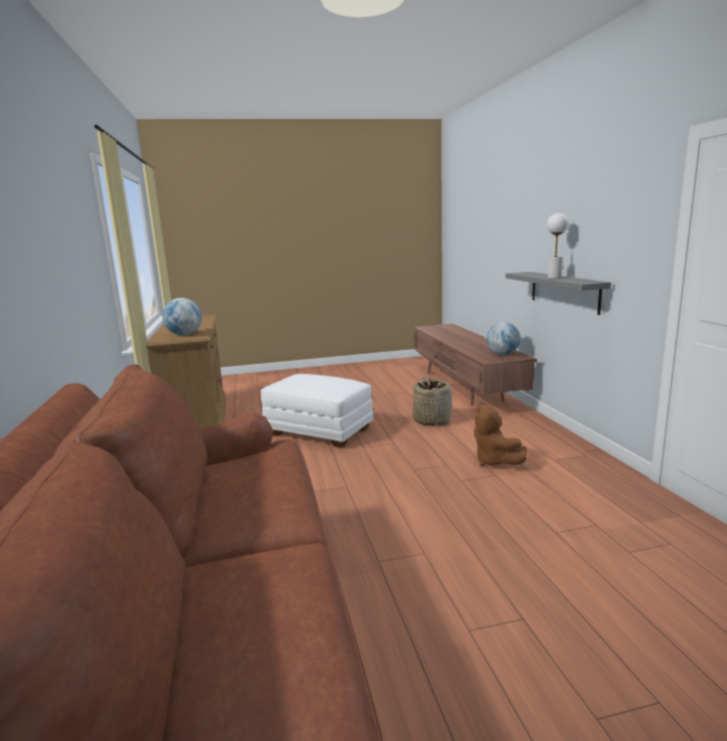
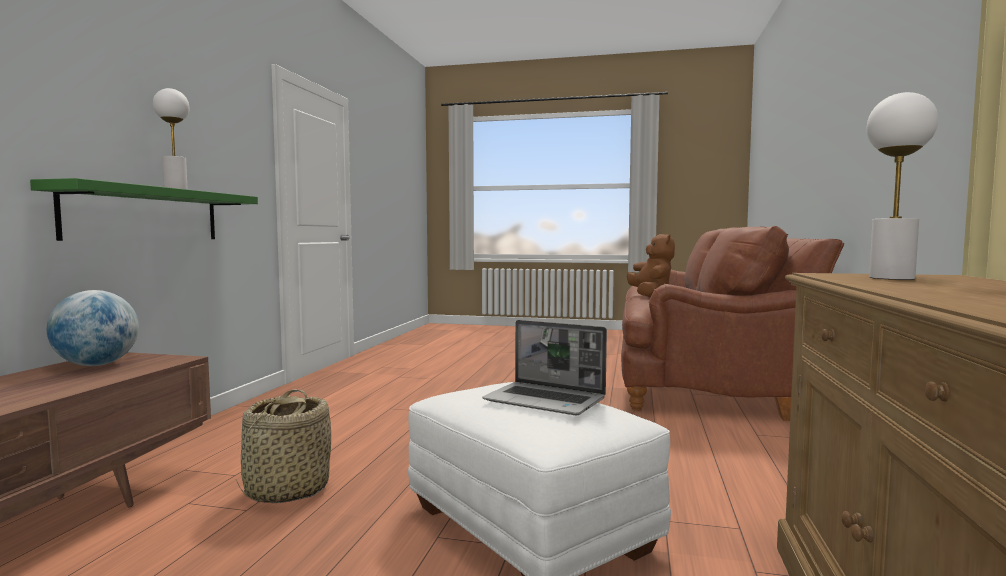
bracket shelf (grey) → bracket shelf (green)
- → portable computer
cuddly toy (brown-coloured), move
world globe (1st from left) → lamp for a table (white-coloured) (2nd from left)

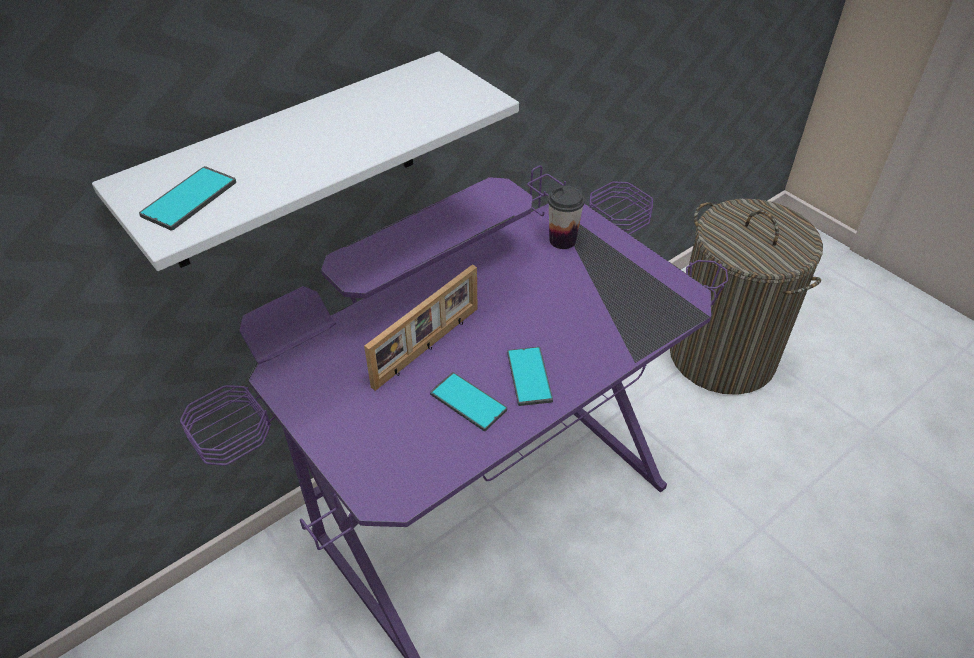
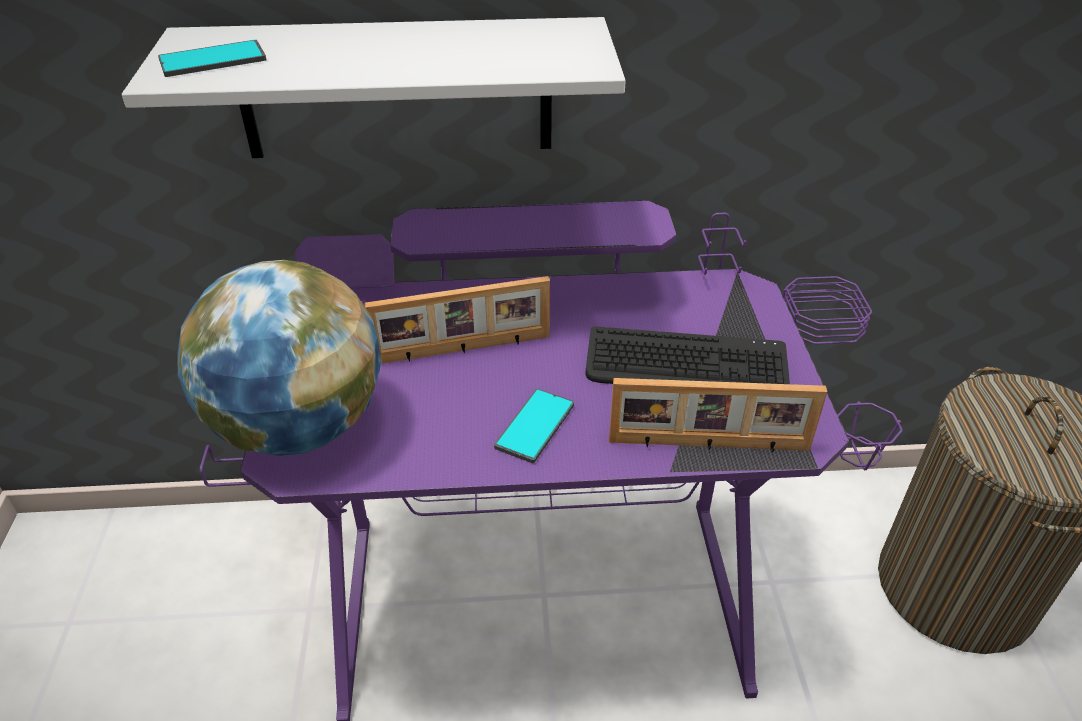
- → world globe
- → computer keyboard
- → picture frame (2nd from left)
telephone (2nd from left) → -
cup → -

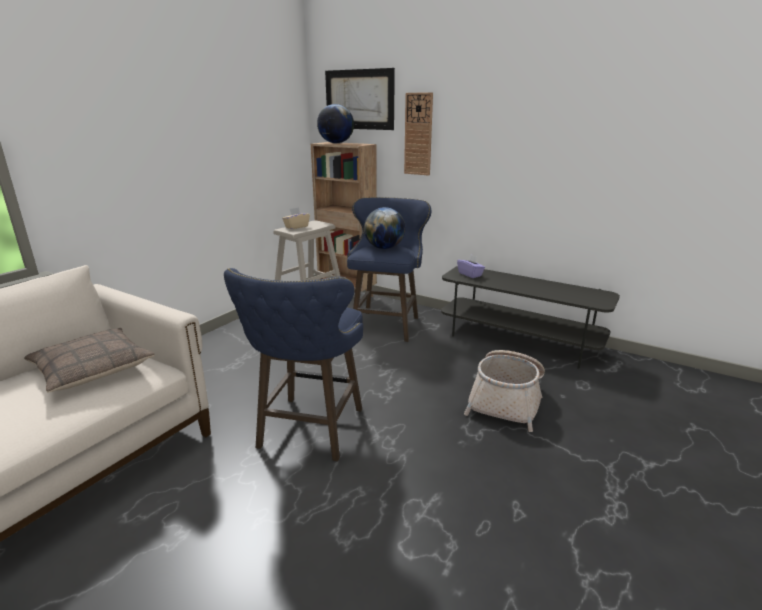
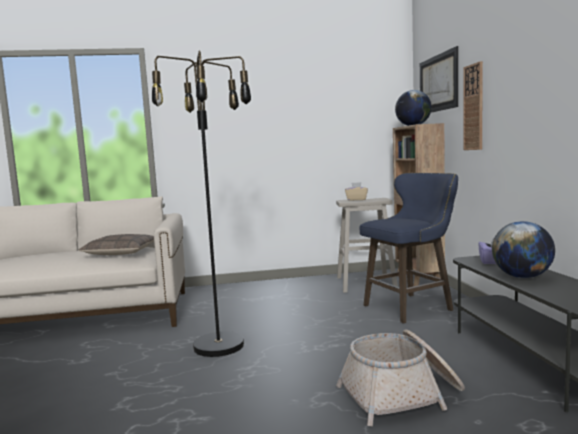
sitting stool (blue-coloured) (1st from left) → standard lamp
world globe (2nd from left), move

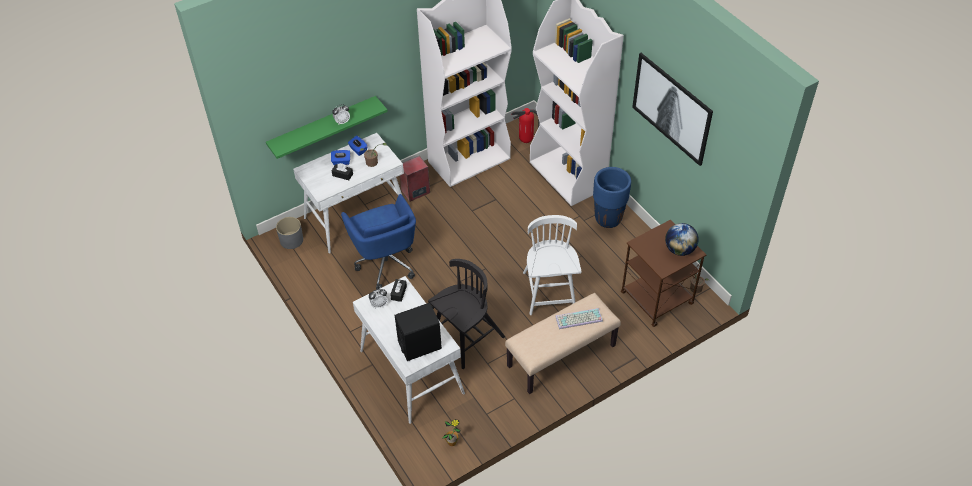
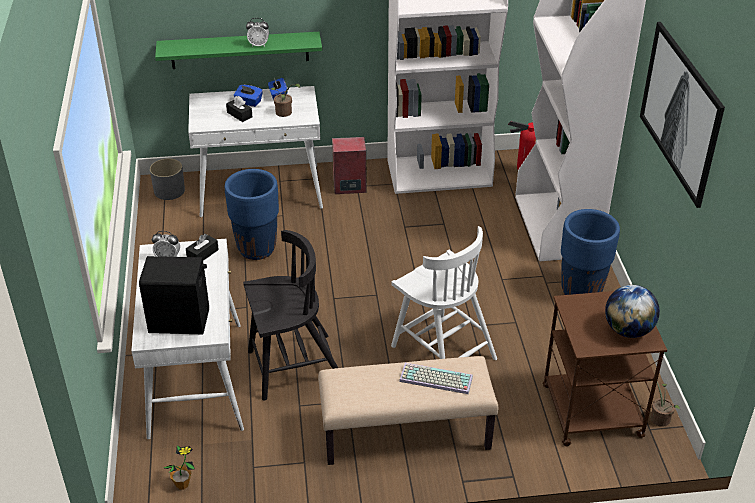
computer chair (blue-coloured) → planter (blue-coloured) (1st from left)
plain chair (white-coloured), 120 degrees clockwise

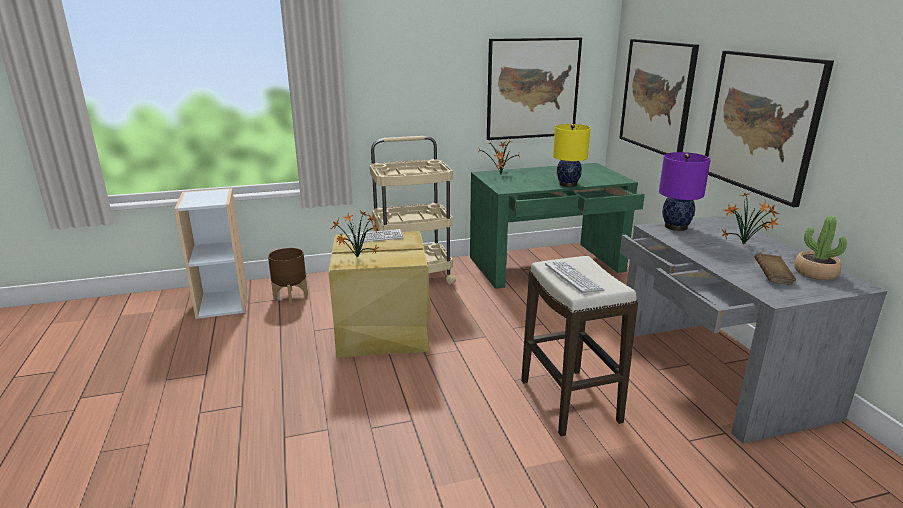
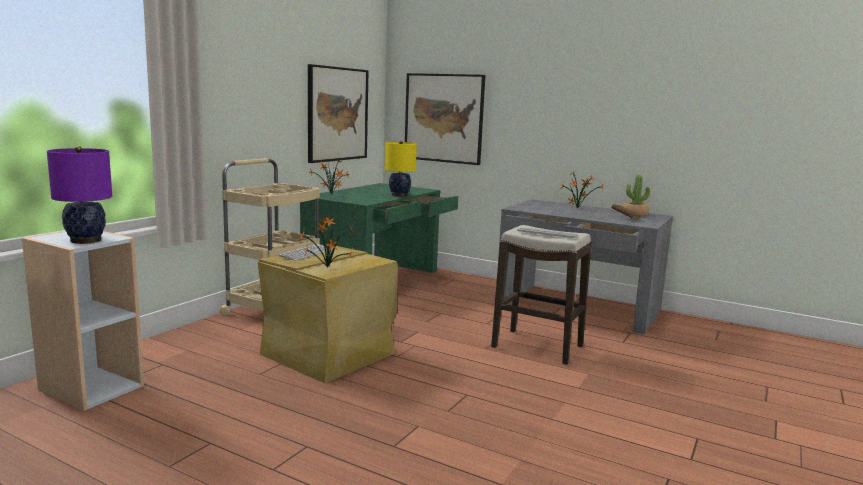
lamp for a table (purple-coloured), move
planter (brown-coloured) → -
wall art (3rd from left) → -

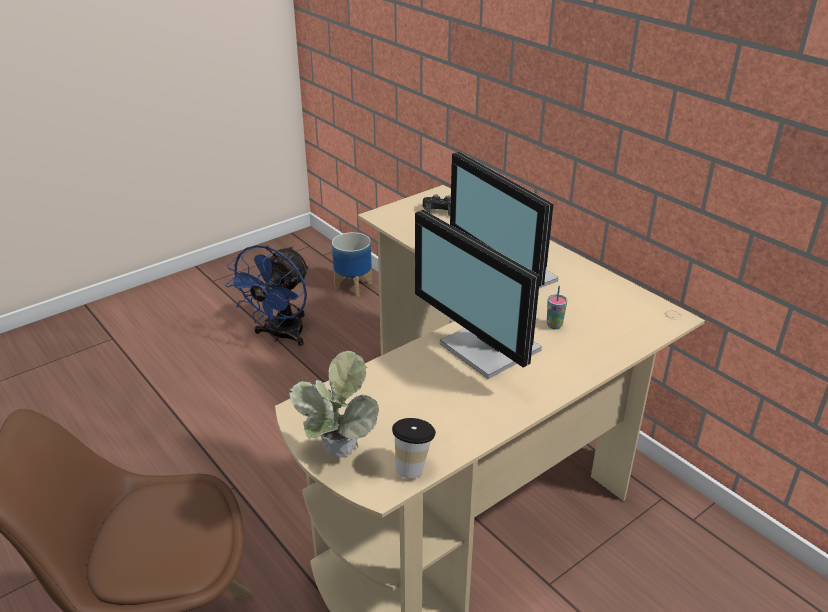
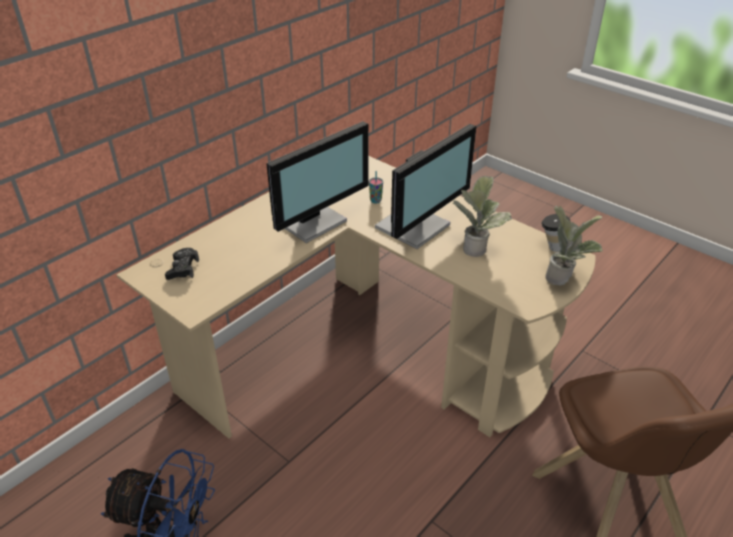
- → potted plant (1st from left)
planter → -

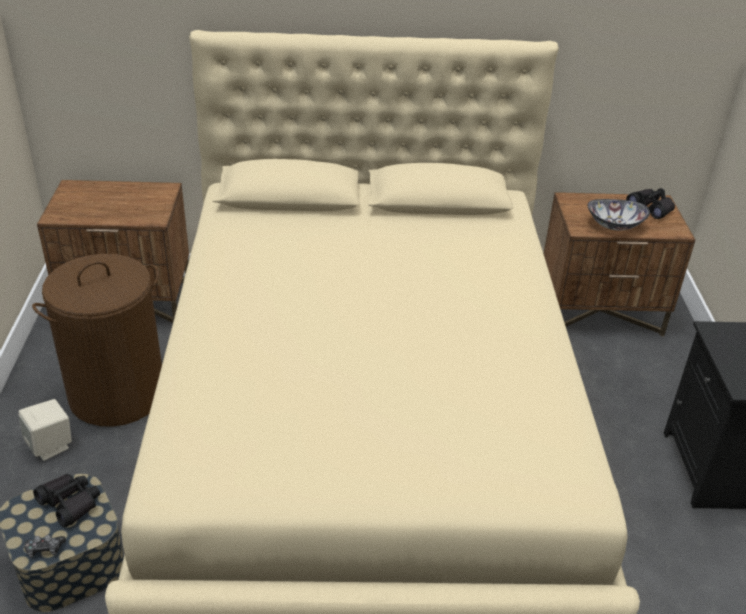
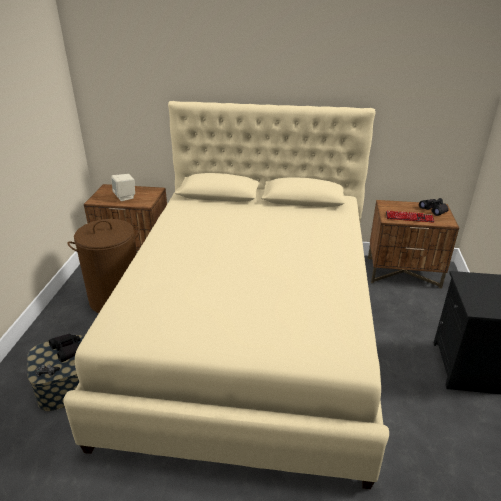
loudspeaker (beige-coloured), move
bowl → computer keyboard

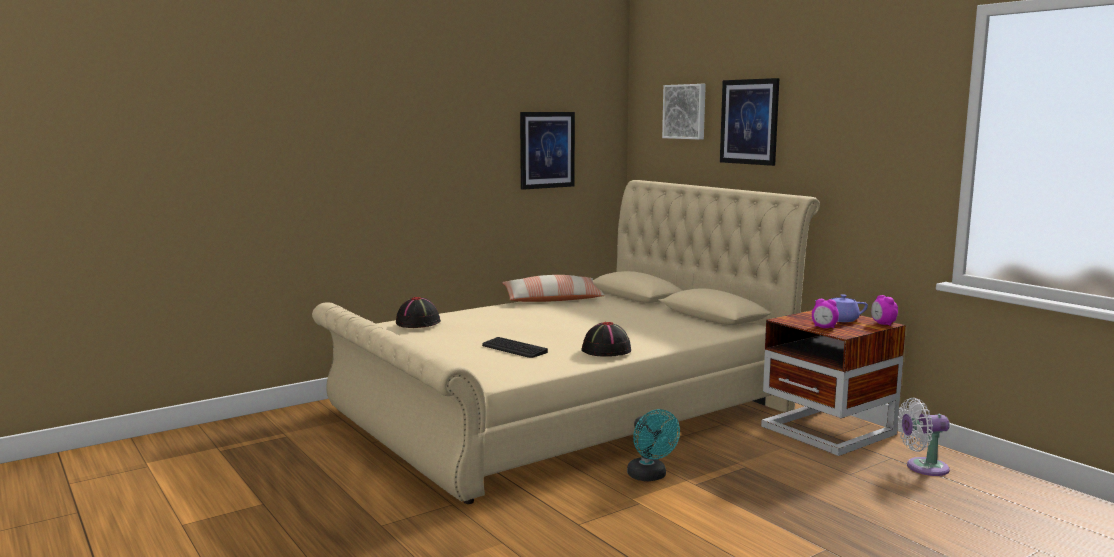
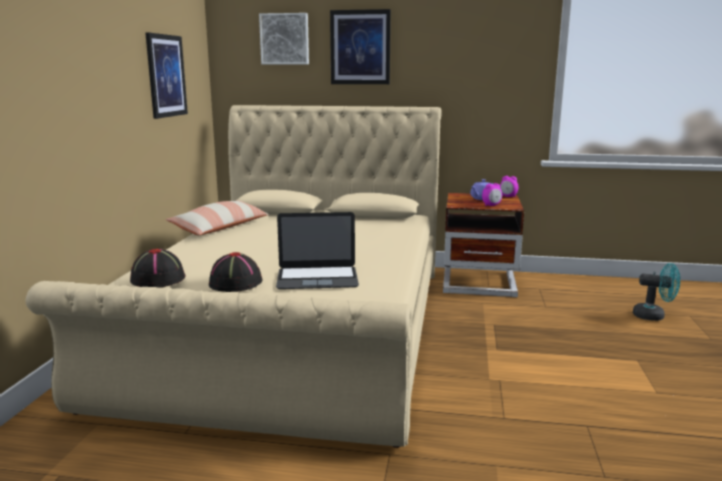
hat (black) (2nd from left), move
computer keyboard → portable computer
cooling fan (turquoise-coloured), move
cooling fan (white-coloured) → -

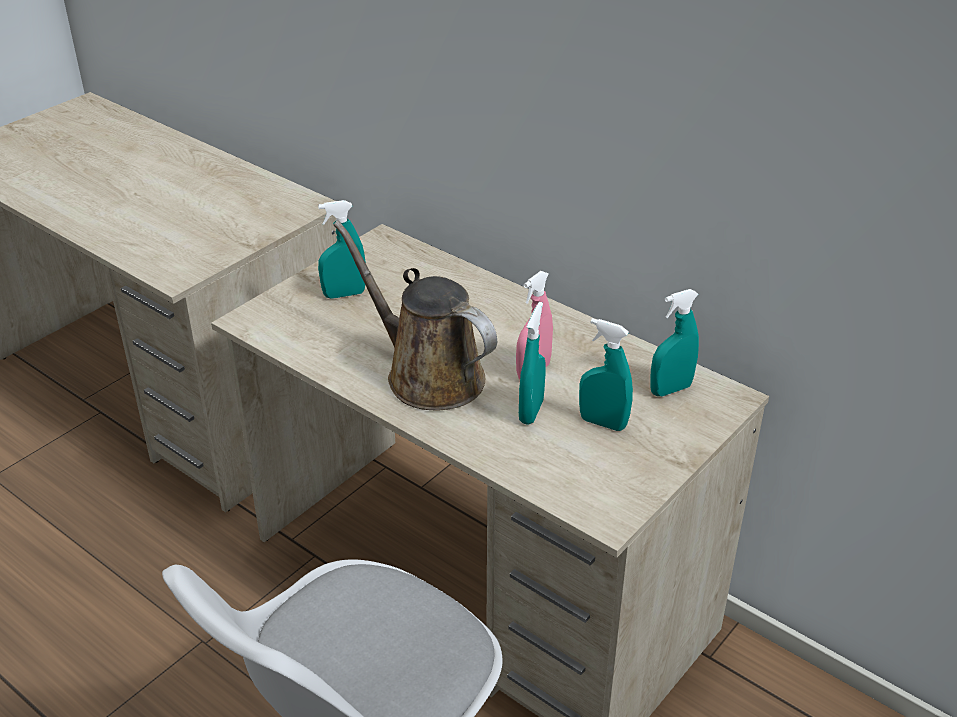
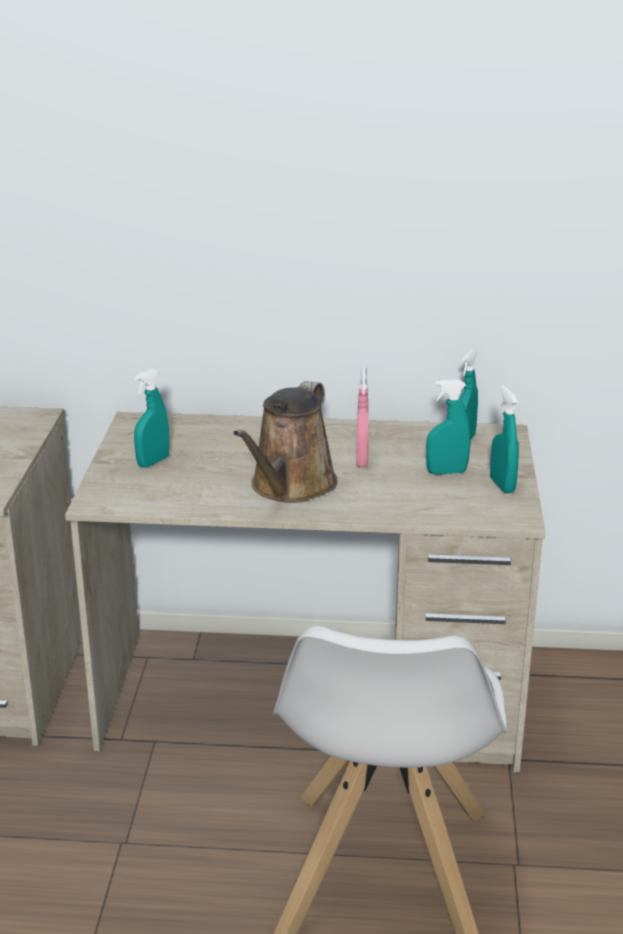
sprinkling can (brown-coloured), 75 degrees counterclockwise
spray bottle (turquoise-coloured) (2nd from left in the first image) → spray bottle (turquoise-coloured) (4th from left), move

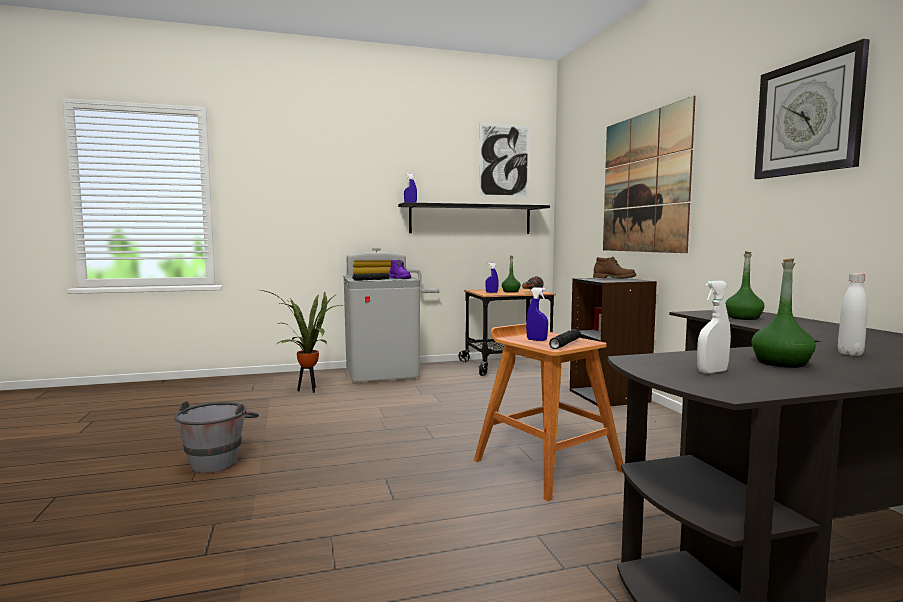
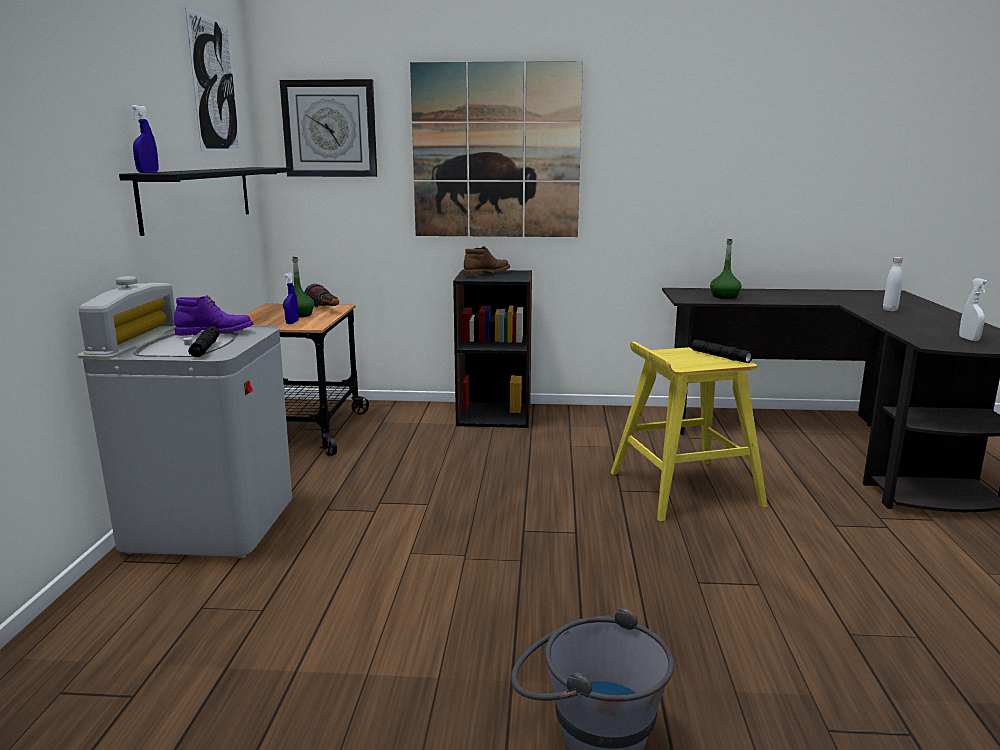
wall clock, move
sitting stool (brown-coloured) → sitting stool (yellow-coloured)
potted plant → -
spray bottle (blue-coloured) (3rd from left) → -
bottle (green) (3rd from left) → -

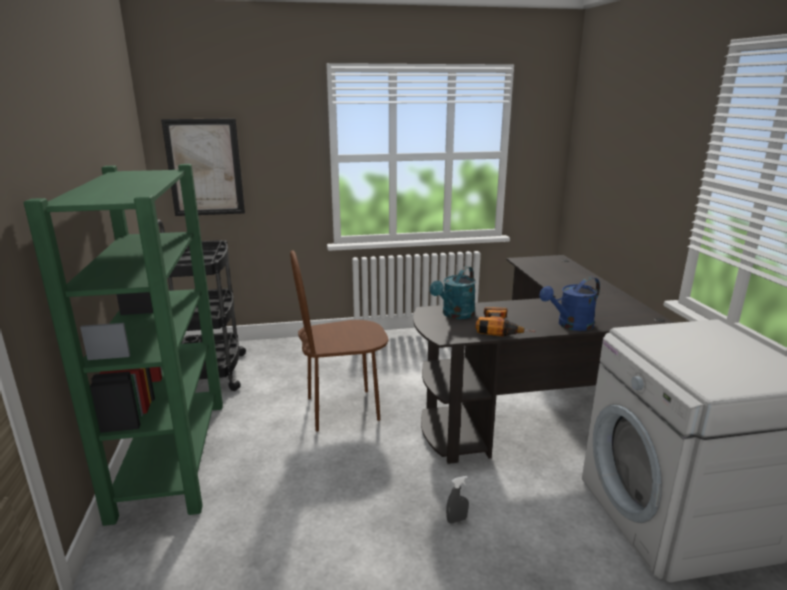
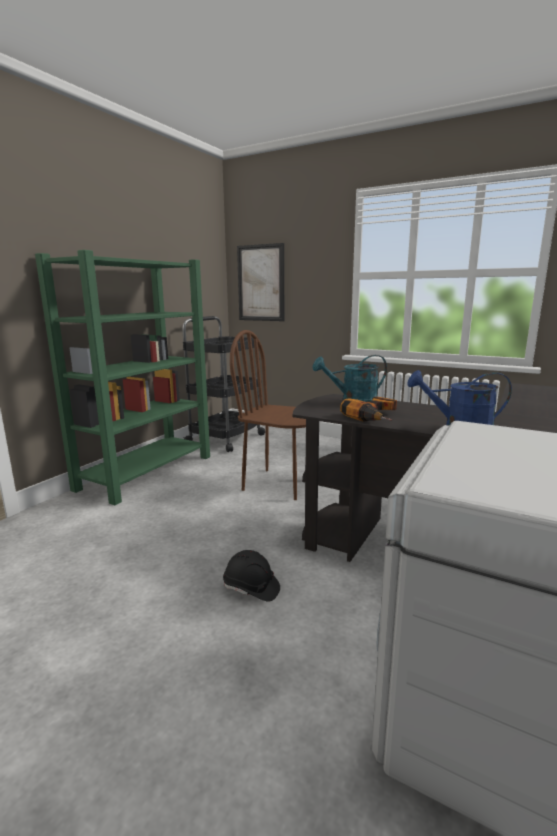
spray bottle (grey) → safety helmet (black)

